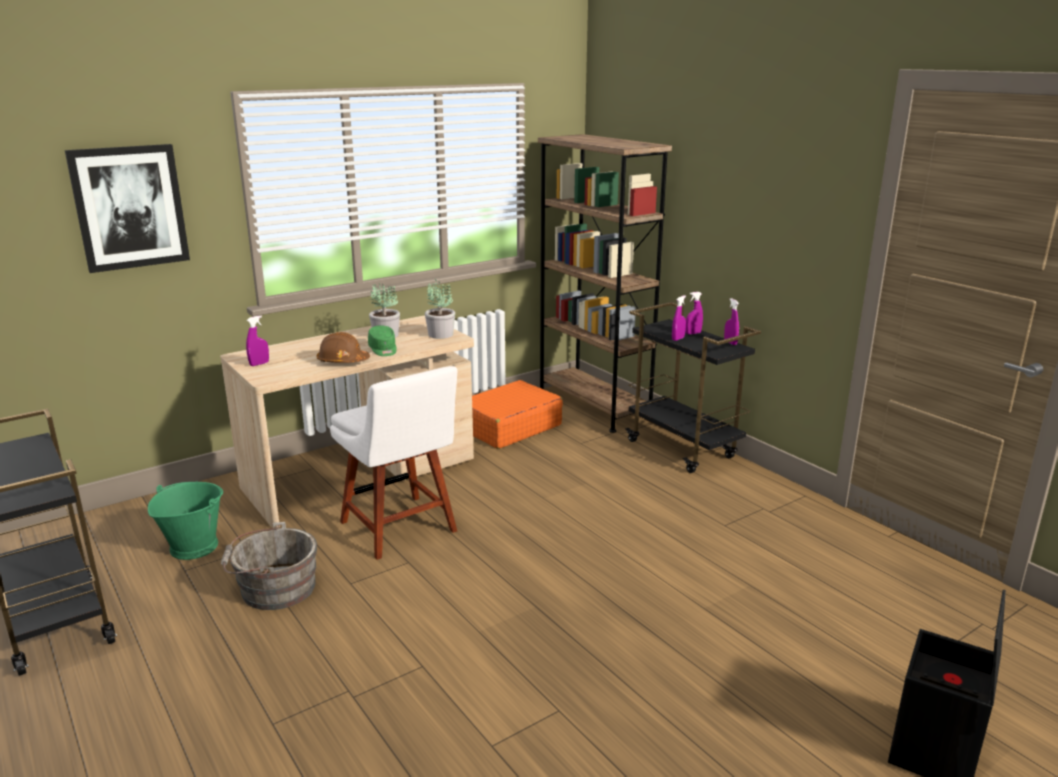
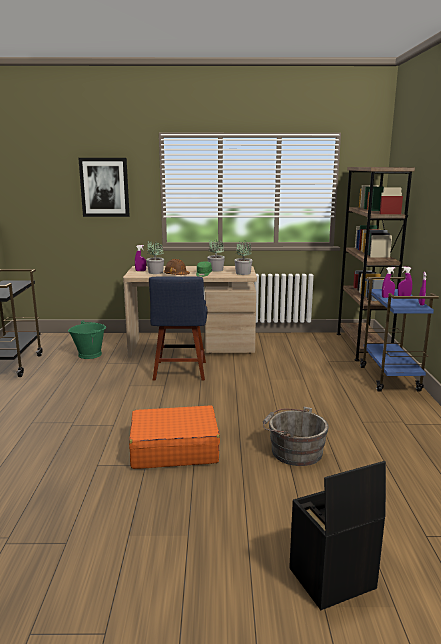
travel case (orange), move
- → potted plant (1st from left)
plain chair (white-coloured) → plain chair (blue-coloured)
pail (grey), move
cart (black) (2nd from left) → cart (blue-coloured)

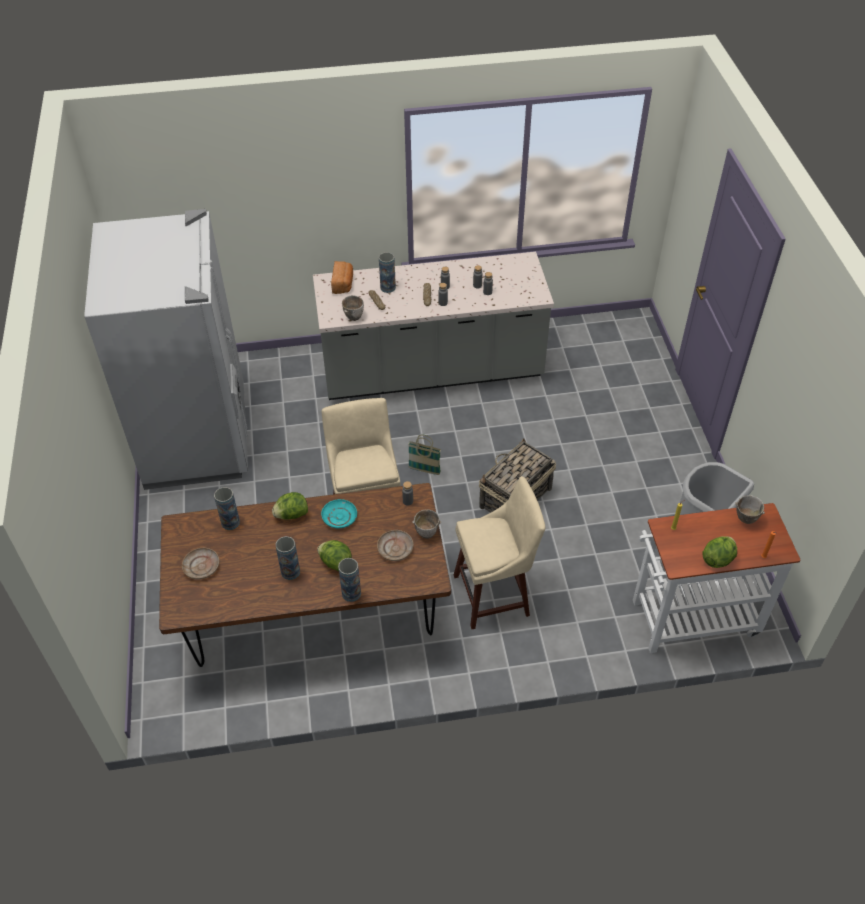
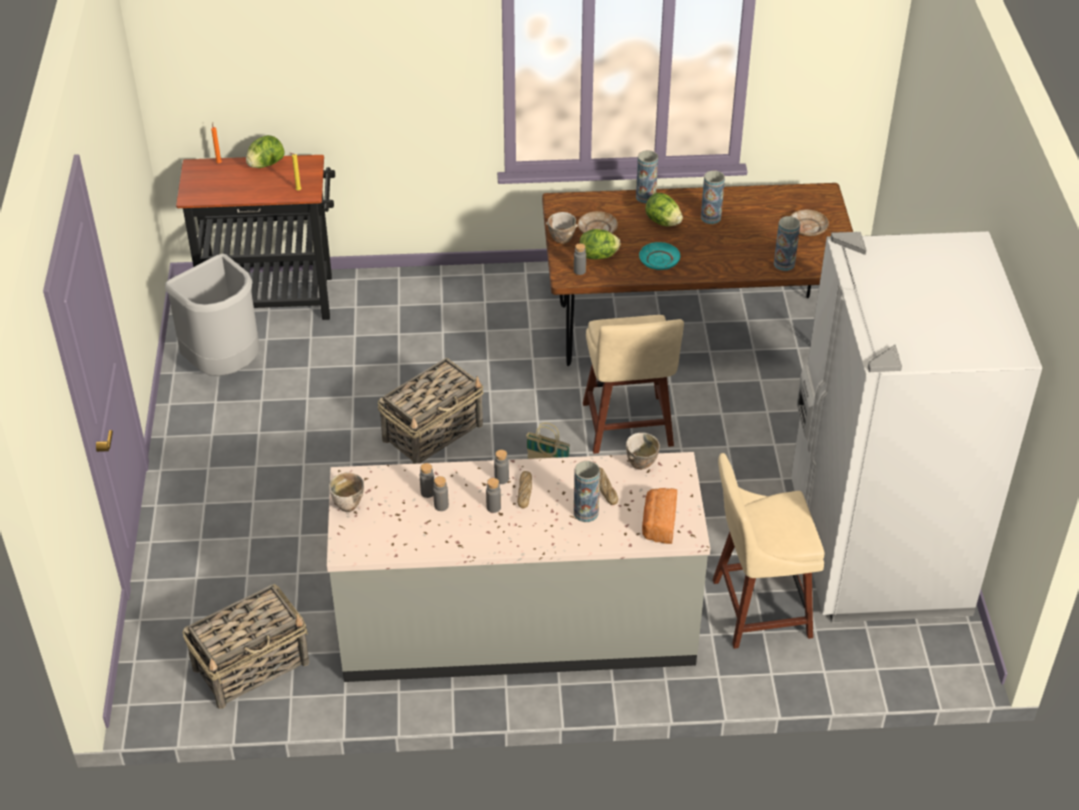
cart (white-coloured) → cart (black)
- → basket (1st from left)
bowl (3rd from left in the first image) → bowl (1st from left), move
lettuce head (1st from left in the first image) → lettuce head (2nd from left), move
plain chair (beige-coloured) (2nd from left), move

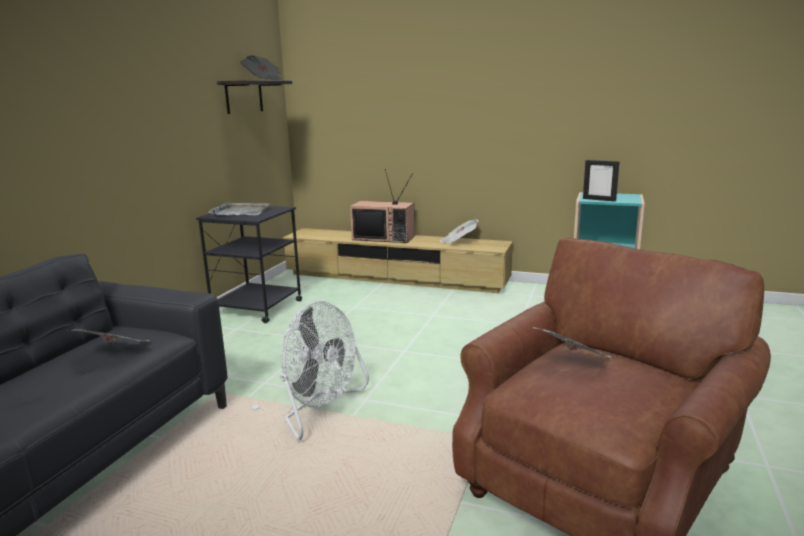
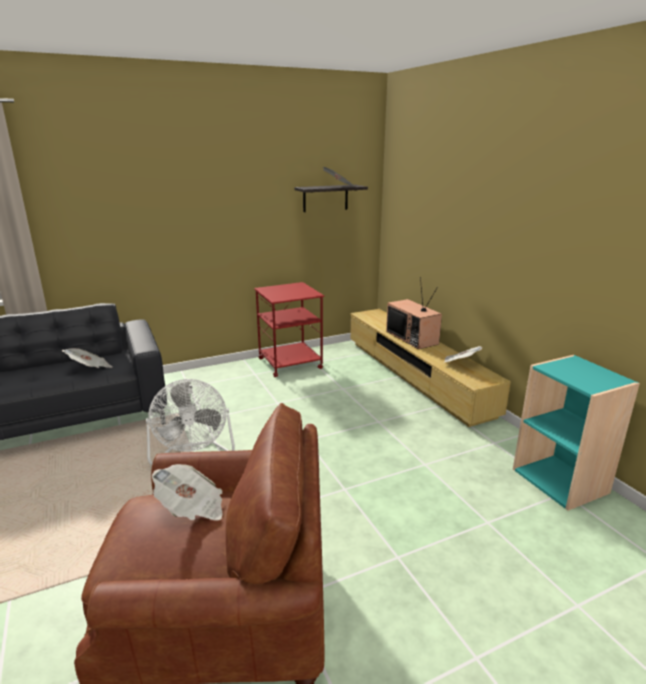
cart (black) → cart (red)
serving tray (grey) → -
picture frame → -

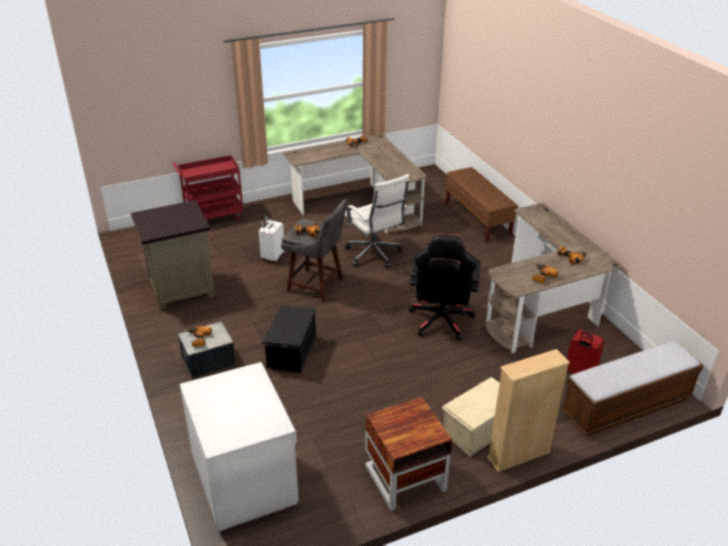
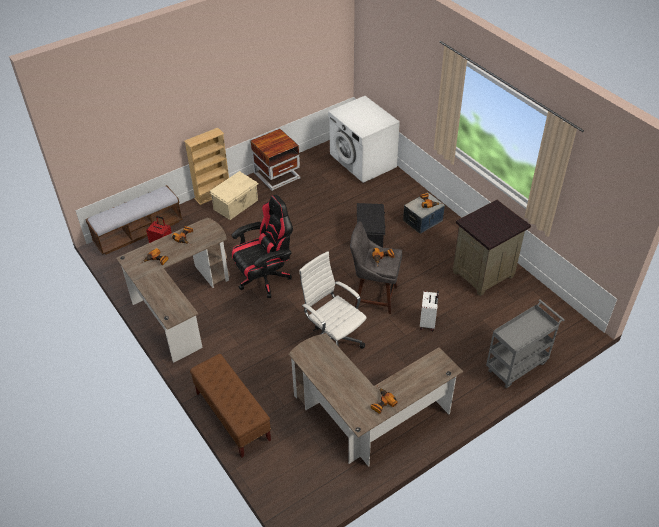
computer chair (black), 60 degrees clockwise
cart (red) → cart (grey)

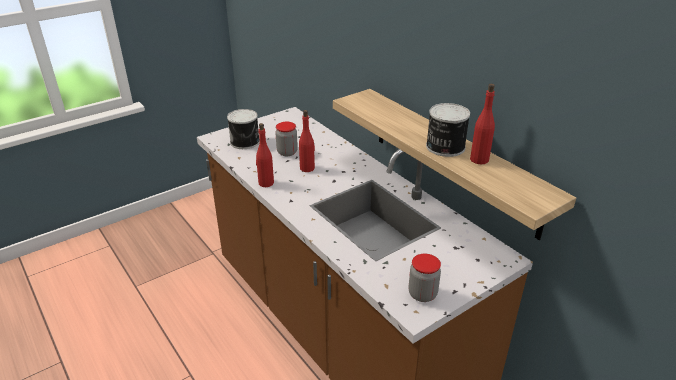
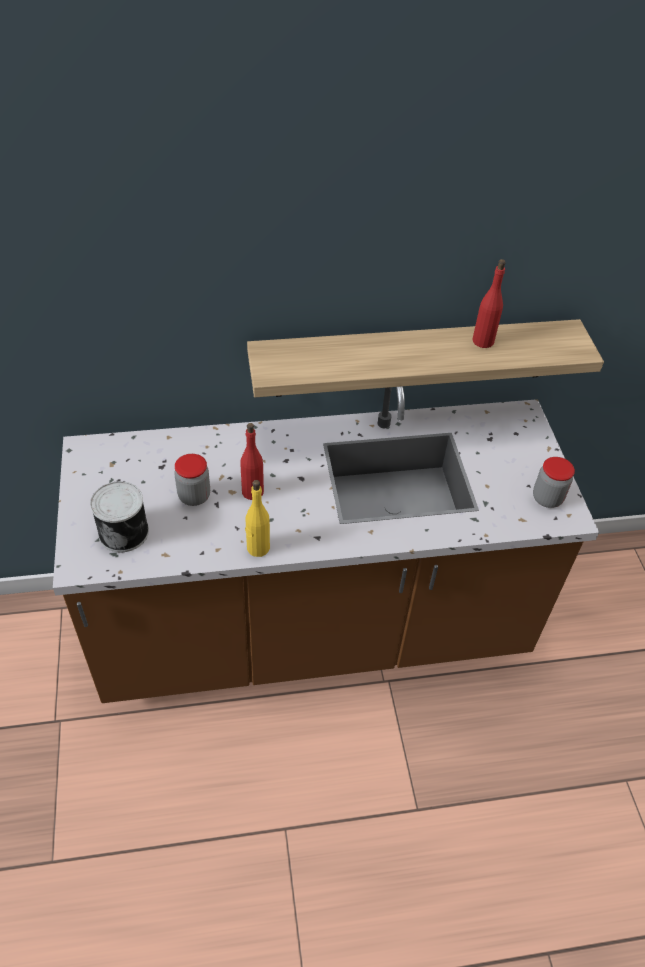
bottle (red) (1st from left) → bottle (yellow-coloured)
metal can (2nd from left) → -

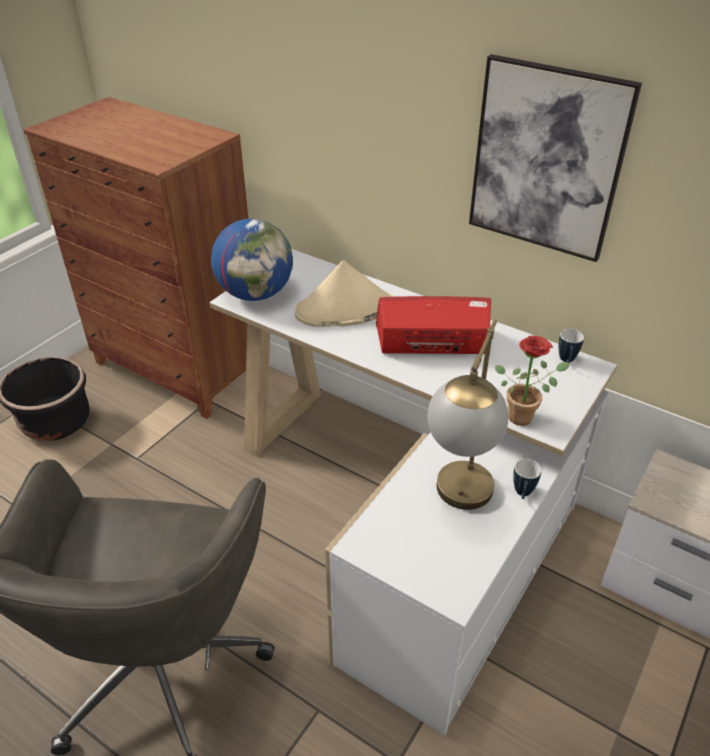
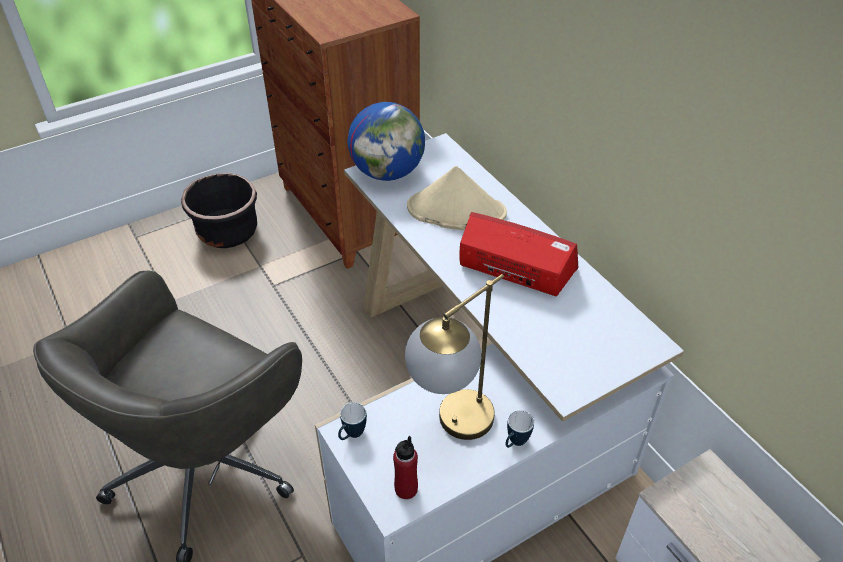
tea mug (2nd from left in the first image) → tea mug (1st from left), move
- → bottle (red)
wall art → -
potted plant → -

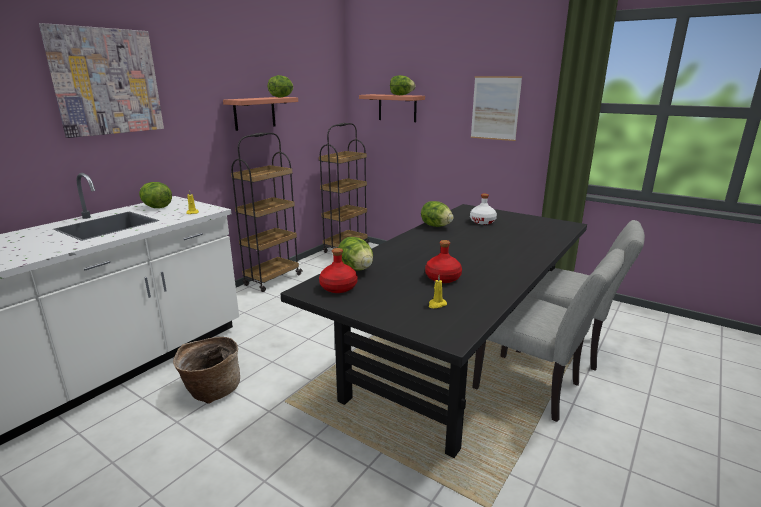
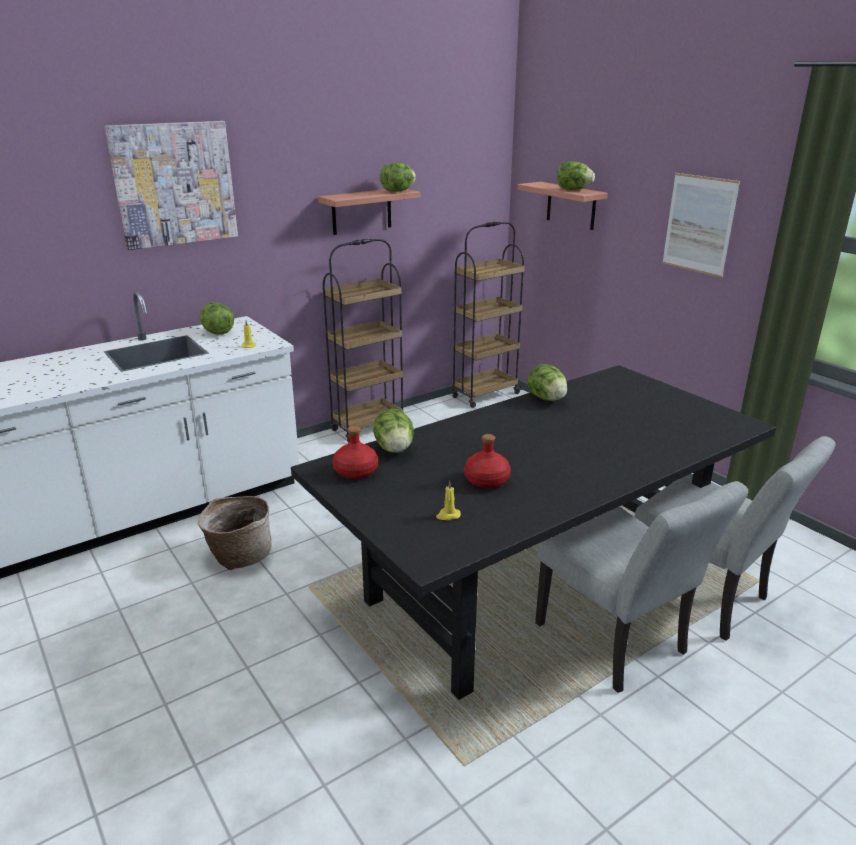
bottle (white-coloured) → -

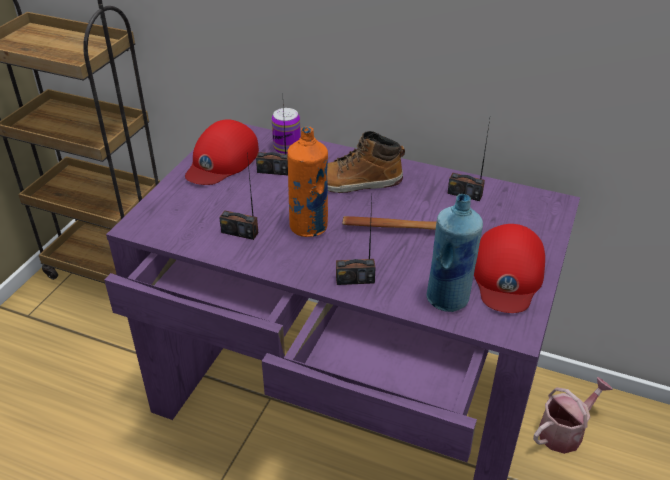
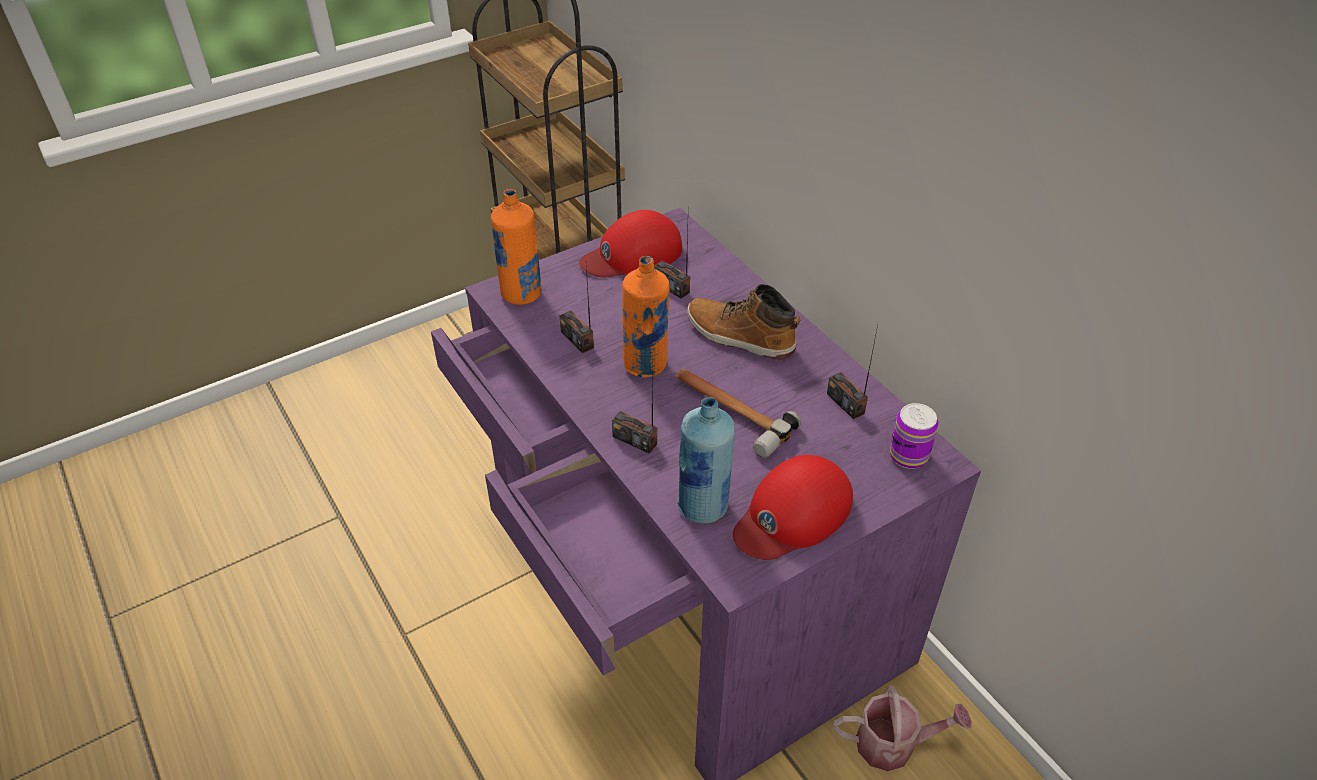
- → bottle (orange) (1st from left)
metal can, move

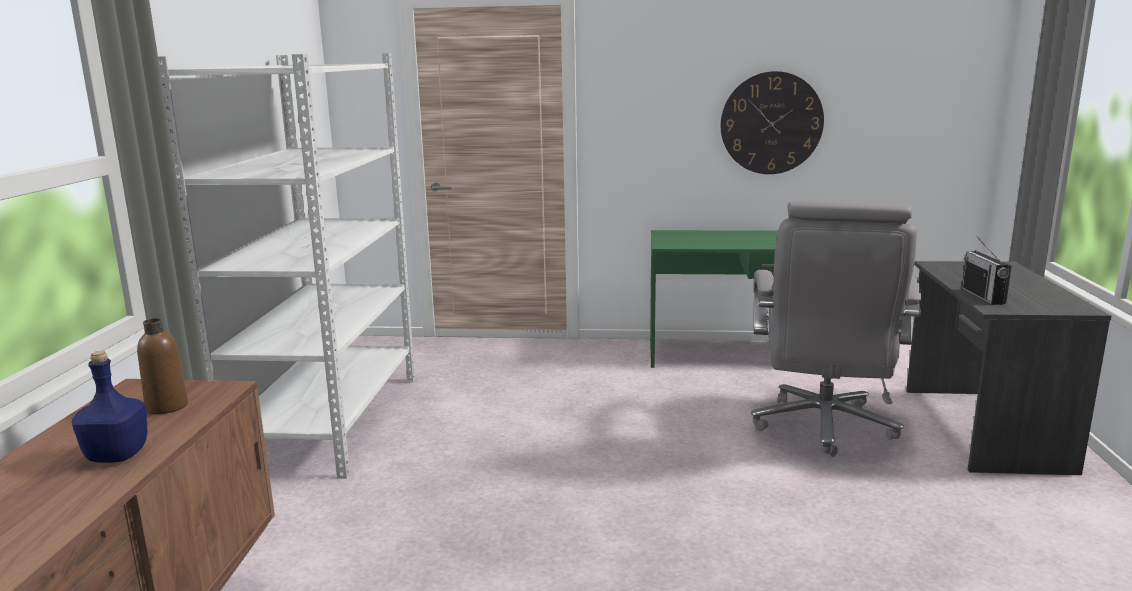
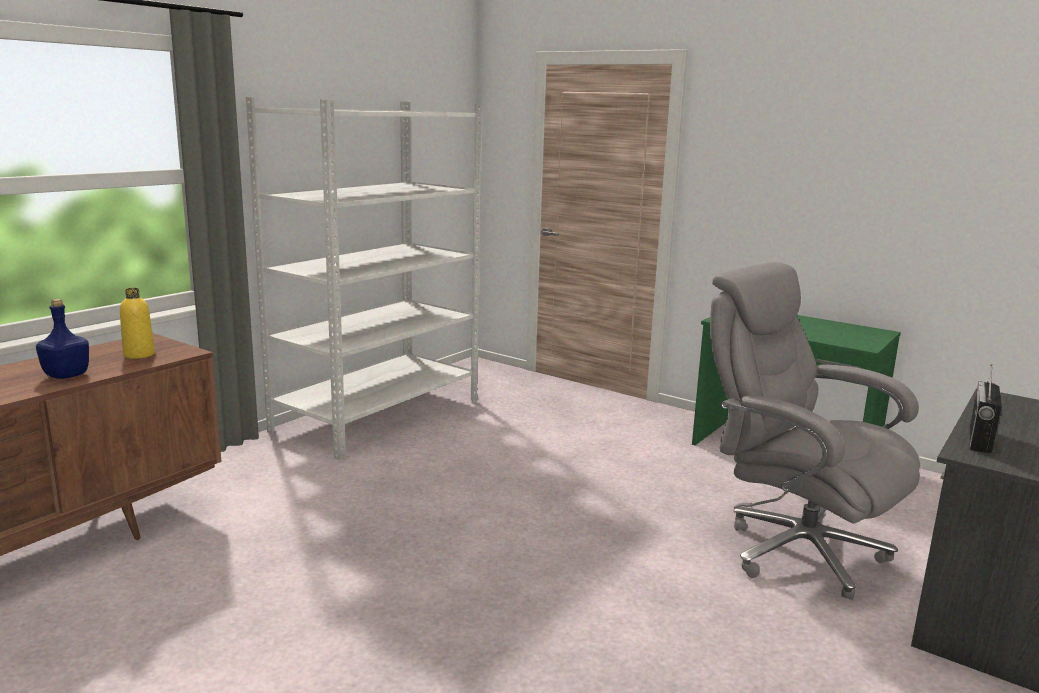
bottle (brown-coloured) → bottle (yellow-coloured)
computer chair (grey), 90 degrees clockwise
wall clock → -

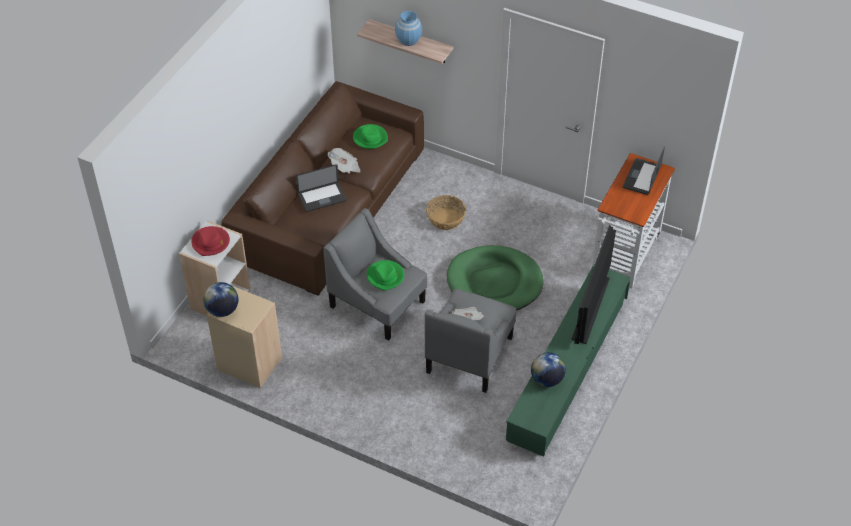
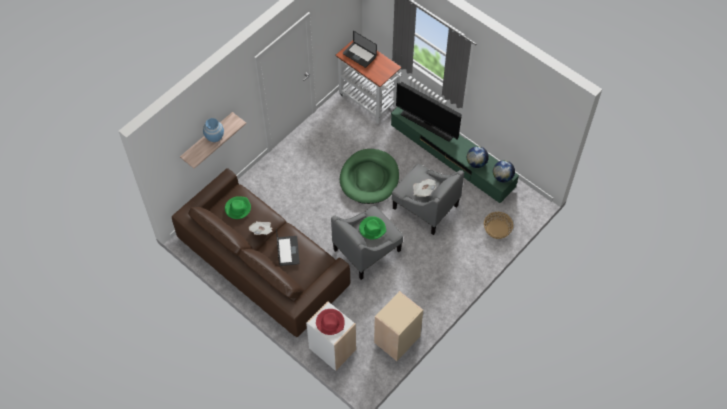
basket, move
world globe (1st from left in the first image) → world globe (2nd from left), move

